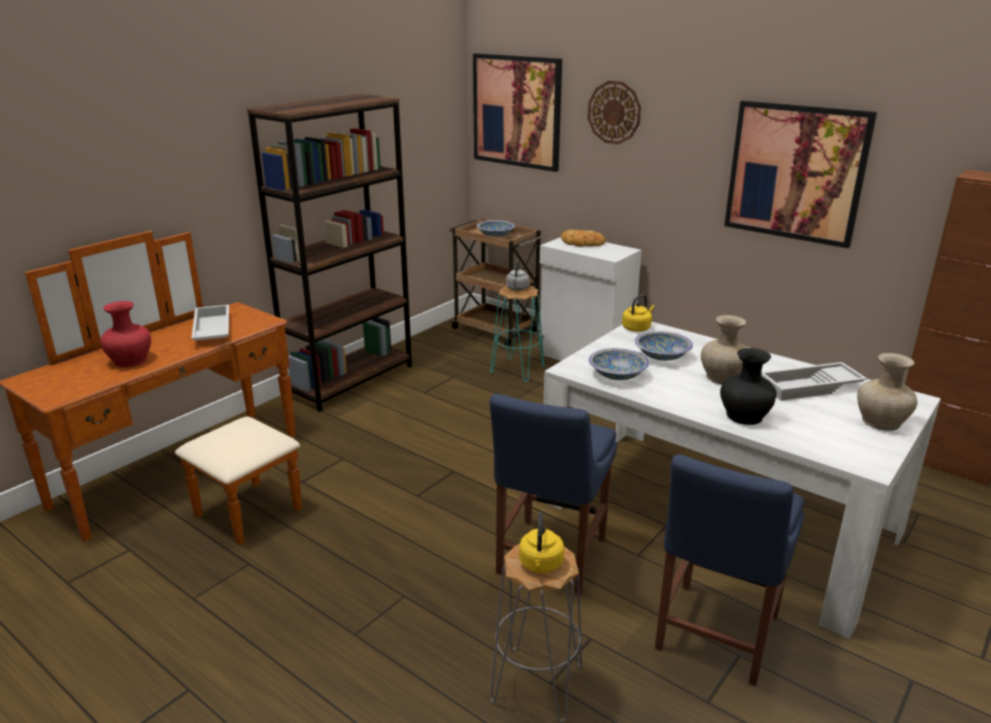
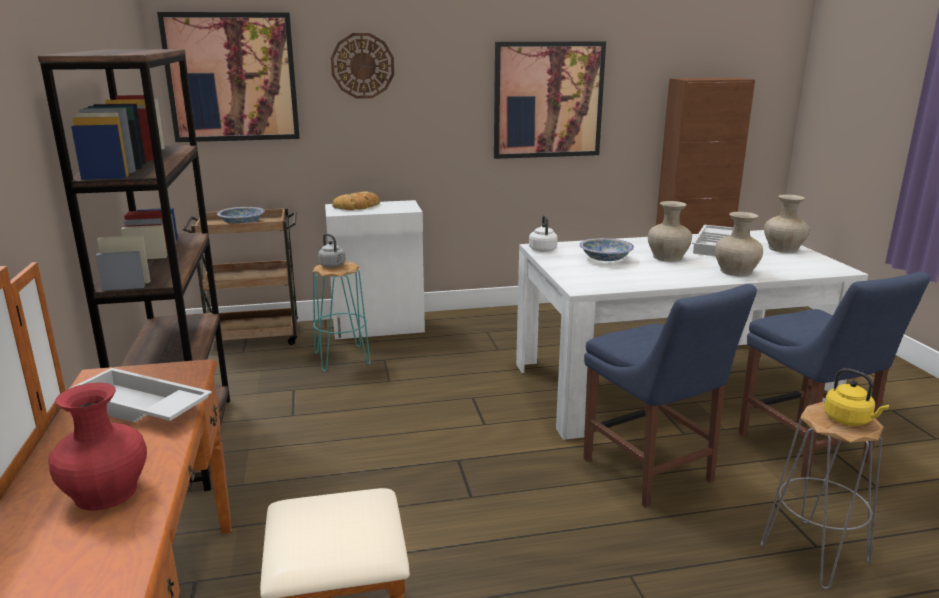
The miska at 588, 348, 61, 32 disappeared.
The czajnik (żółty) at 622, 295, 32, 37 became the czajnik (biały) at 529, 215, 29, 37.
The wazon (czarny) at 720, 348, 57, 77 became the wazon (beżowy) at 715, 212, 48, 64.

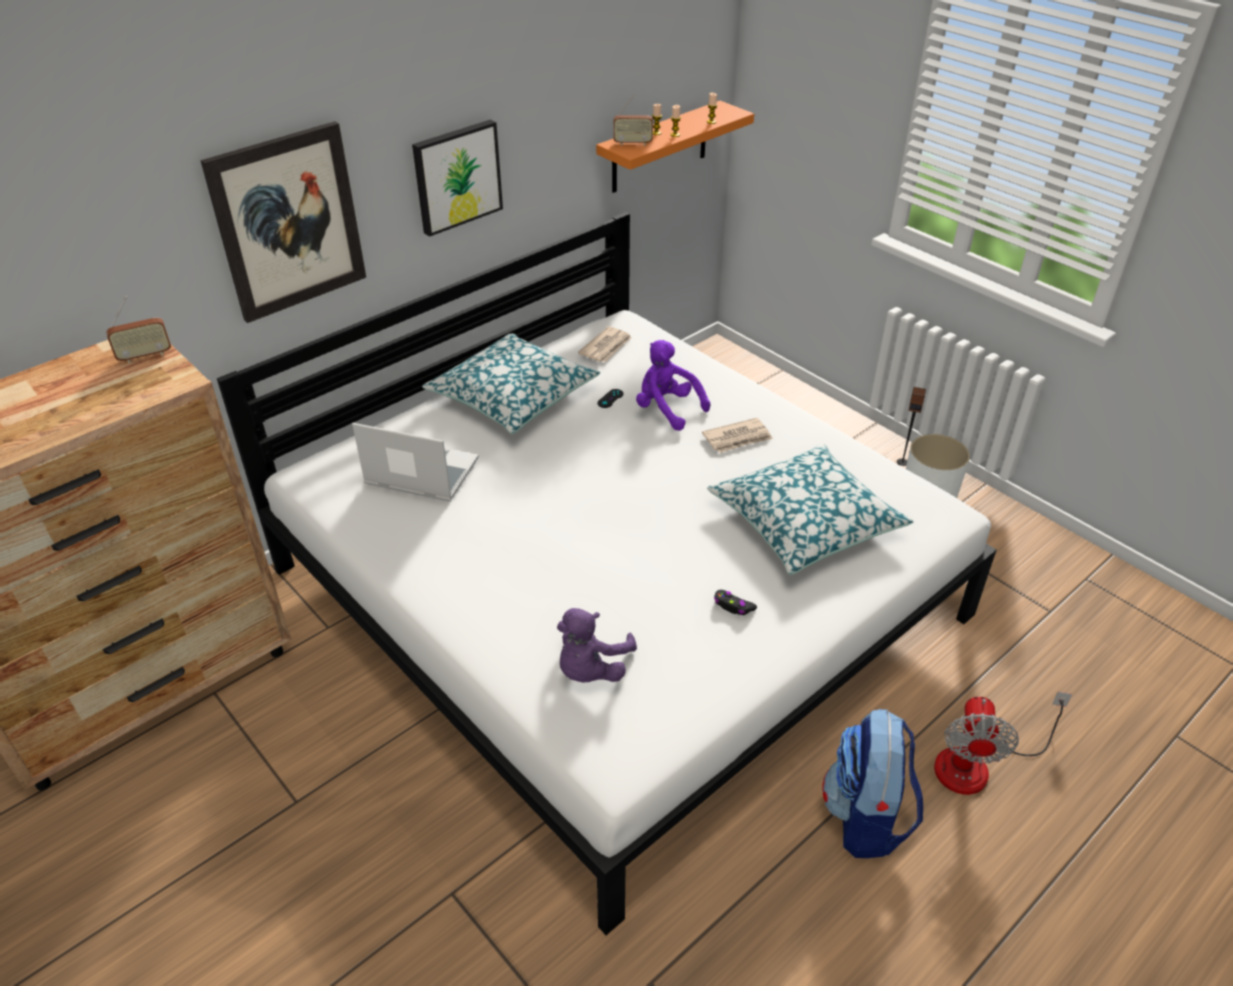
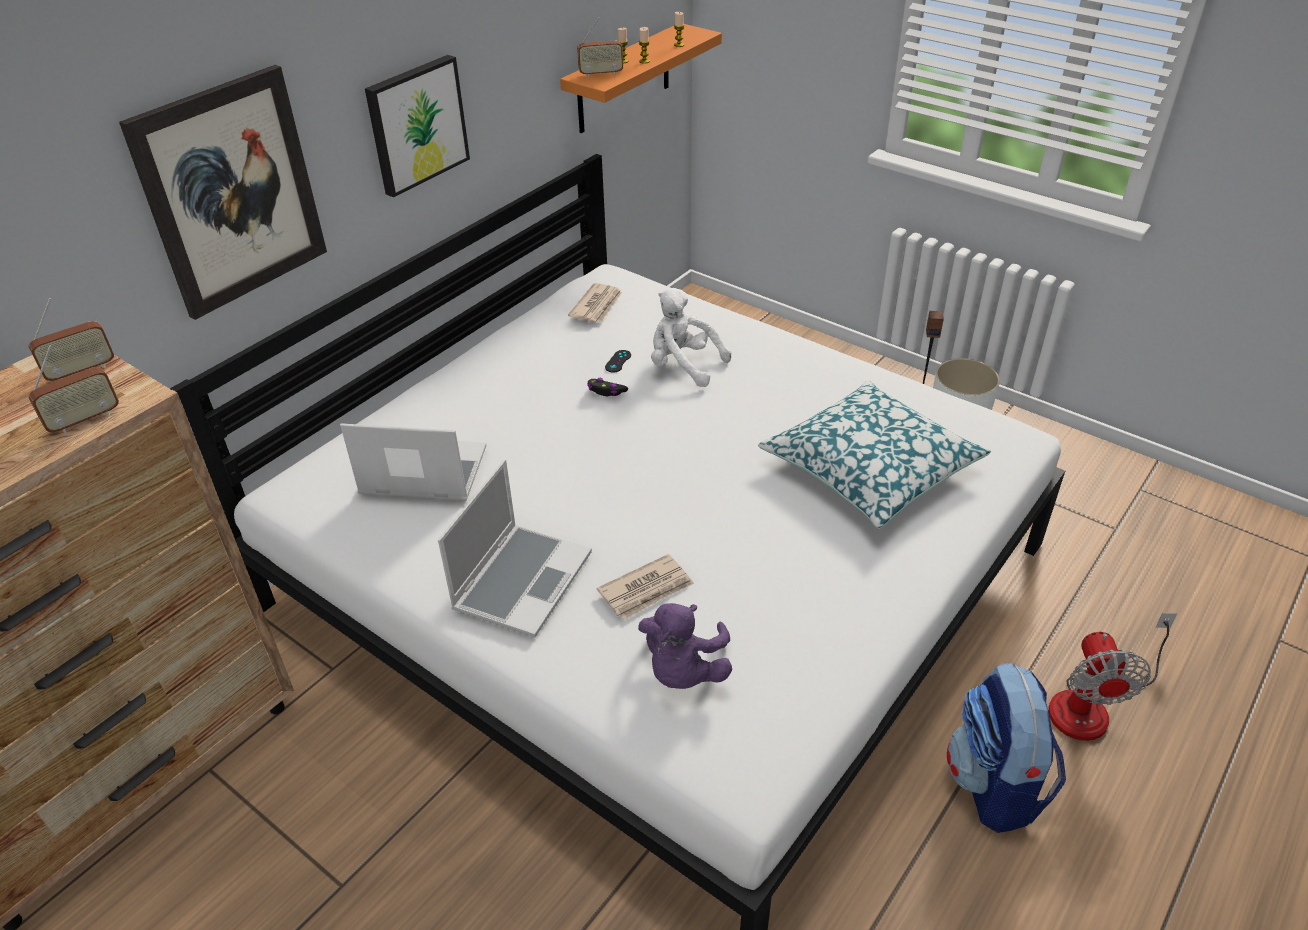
The poduszka at 422, 333, 178, 101 disappeared.
The radio at 29, 345, 90, 88 appeared.
The laptop at 438, 460, 154, 177 appeared.
The gazeta moved from 702, 418, 71, 35 to 597, 554, 97, 66.
The pad do gier (czarny) moved from 714, 590, 43, 25 to 587, 378, 41, 18.
The pluszak (fioletowy) at 636, 340, 74, 91 became the pluszak (biały) at 651, 288, 80, 99.

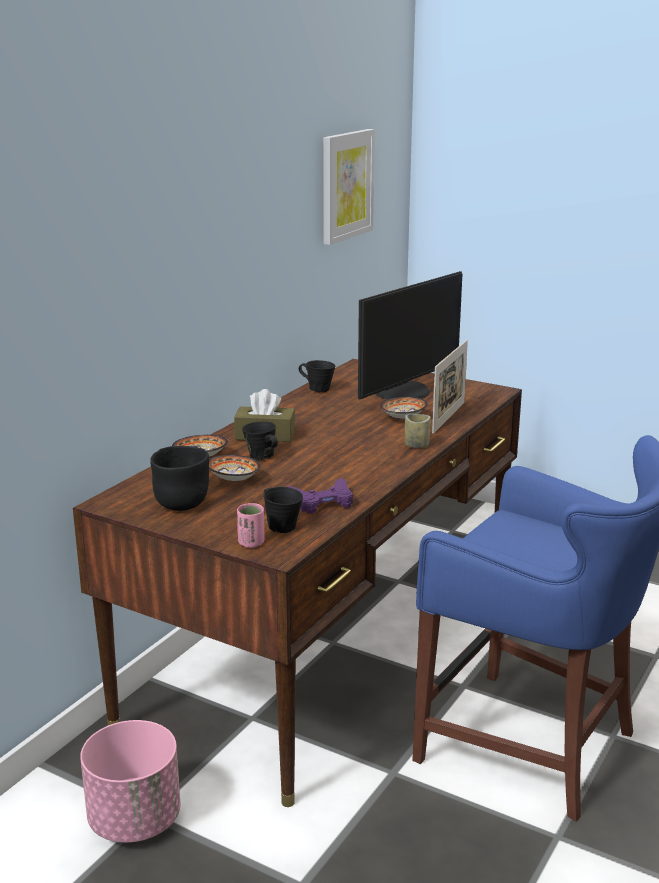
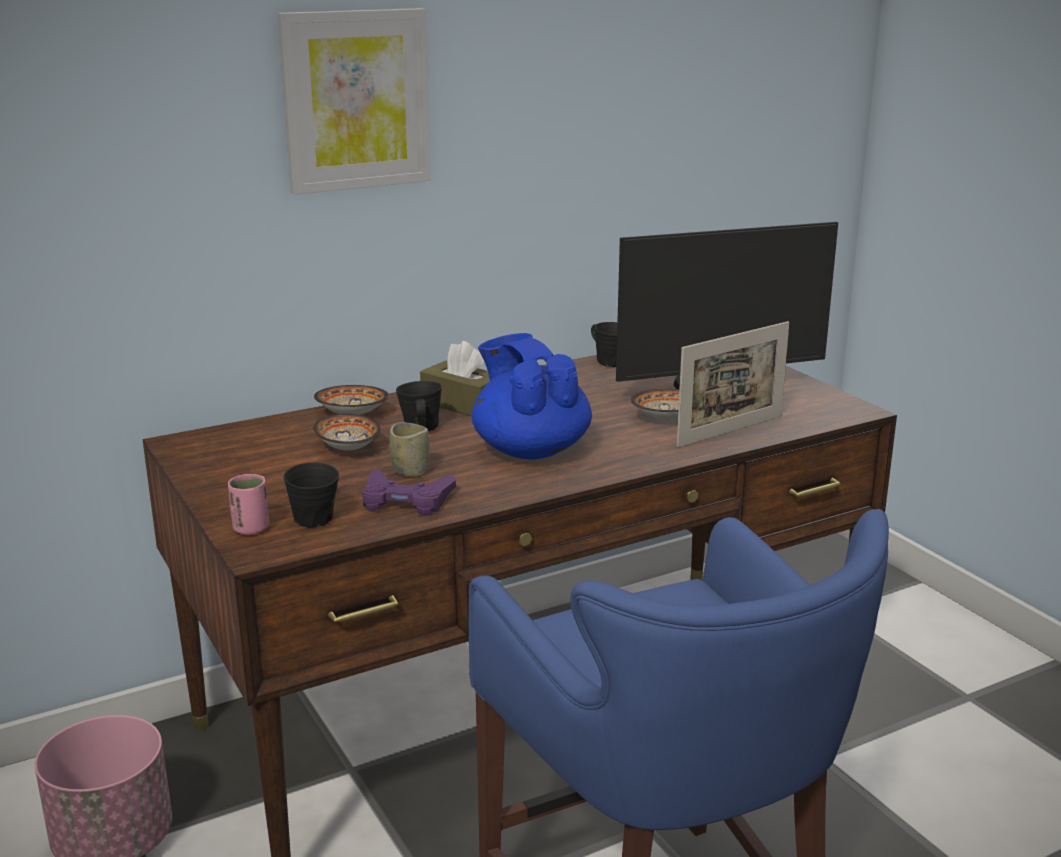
The miska (czarny) at 150, 446, 59, 65 disappeared.
The imbryk (niebieski) at 472, 333, 120, 127 appeared.
The obraz moved from 323, 129, 52, 116 to 278, 8, 153, 186.
The filiżanka moved from 405, 414, 26, 34 to 390, 422, 40, 55.

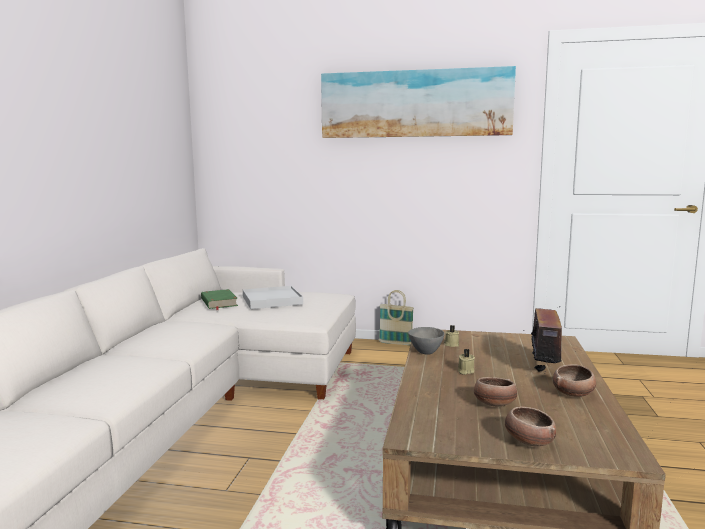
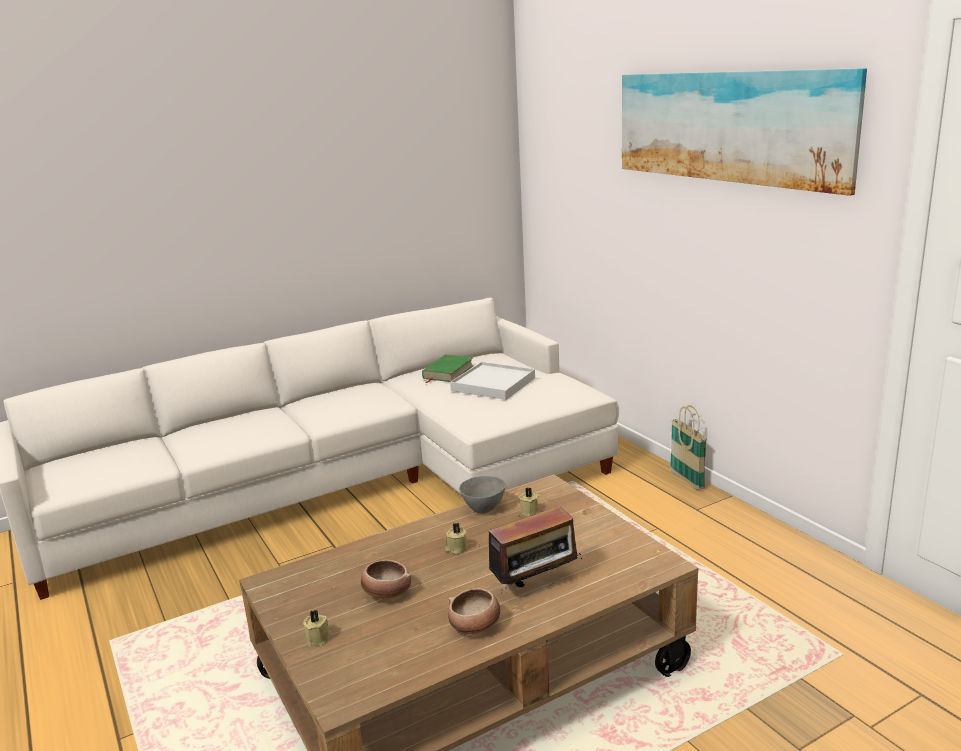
The miska at 505, 407, 51, 39 was replaced by the świeca (beżowy) at 303, 610, 29, 37.

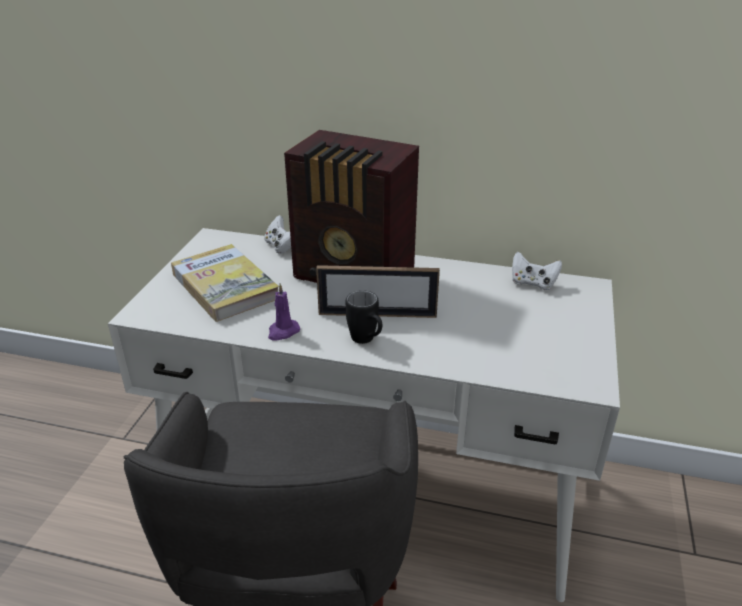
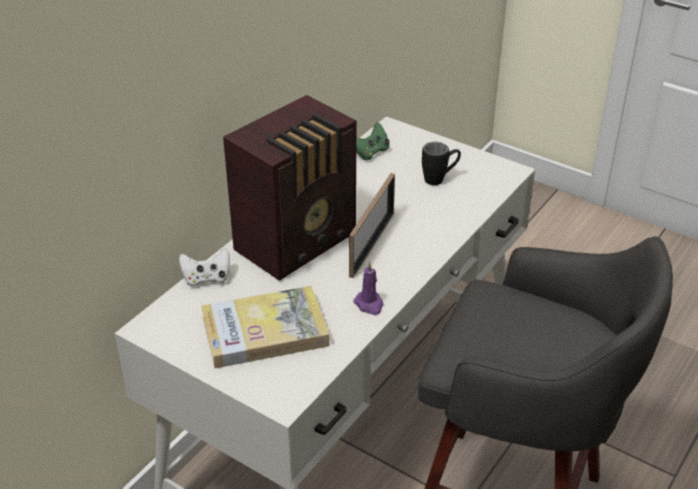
The kubek (czarny) moved from 346, 290, 36, 54 to 422, 142, 39, 43.
The pad do gier (biały) at 512, 252, 50, 38 became the pad do gier (zielony) at 356, 122, 33, 38.

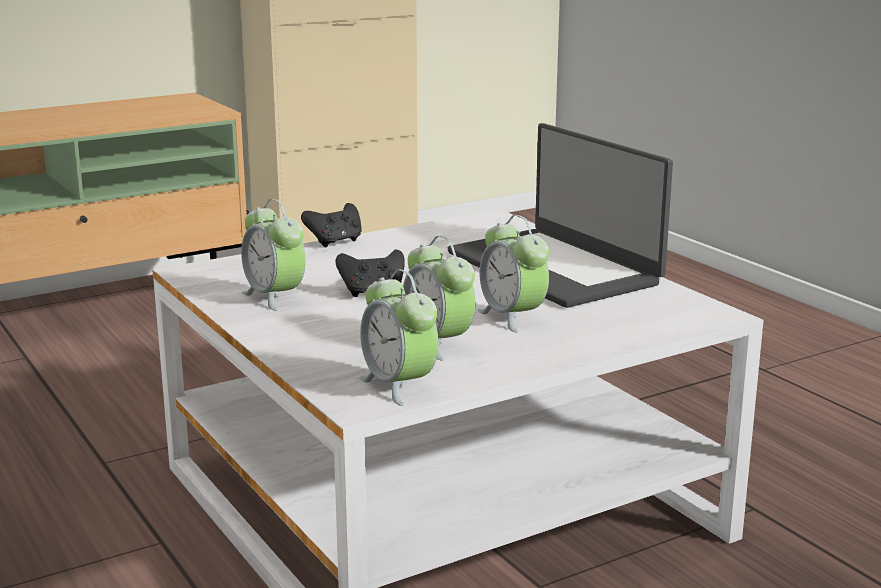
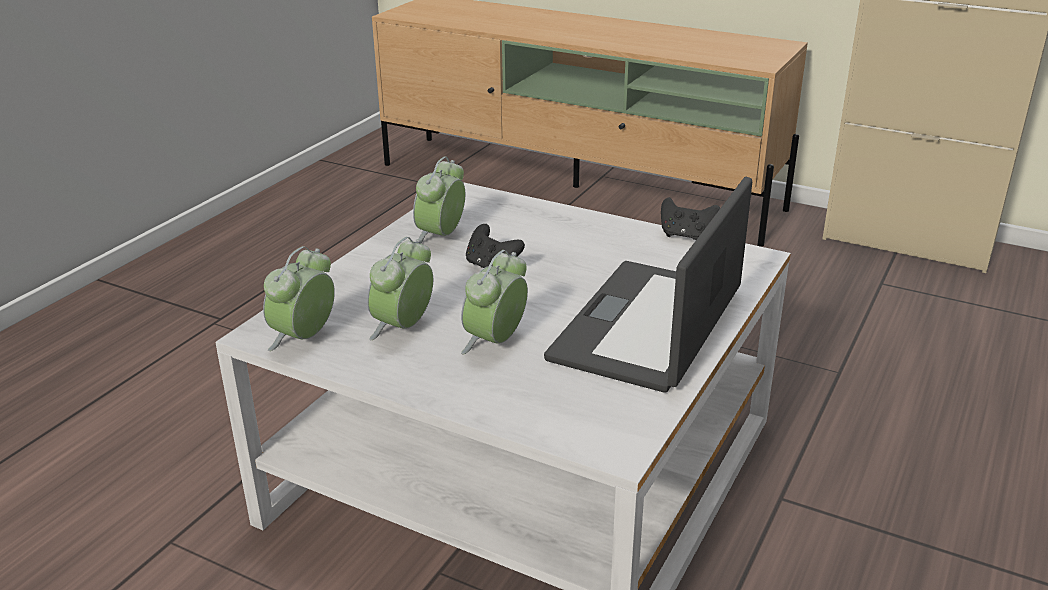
The pad do gier (czarny) moved from 301, 203, 61, 44 to 661, 197, 59, 43.

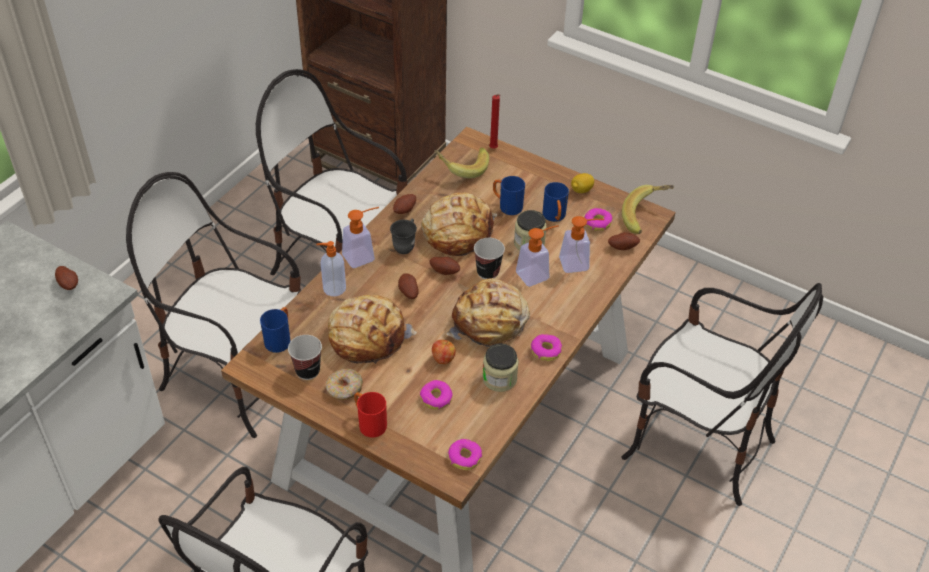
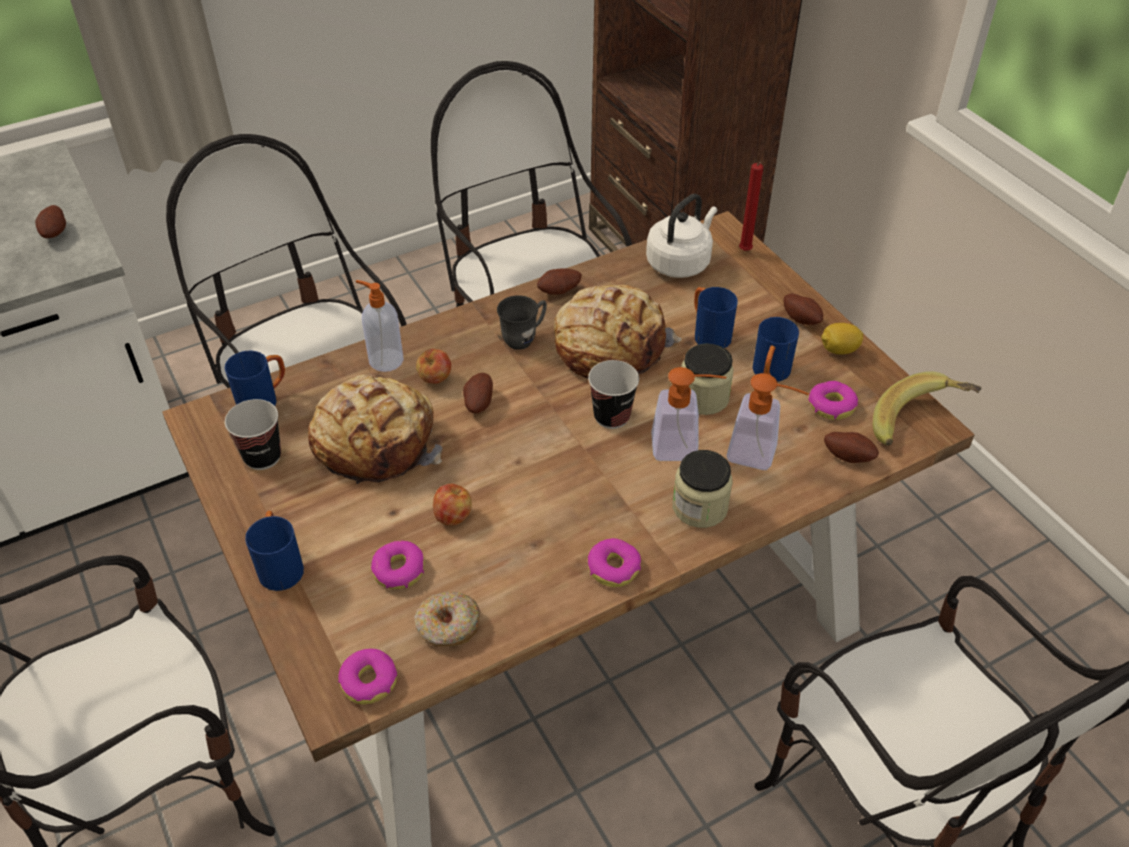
The dozownik mydła at 342, 207, 37, 61 disappeared.
The chleb at 446, 278, 84, 69 disappeared.
The jabłko at 416, 349, 35, 35 appeared.
The donut moved from 326, 369, 37, 31 to 414, 592, 66, 54.
The ziemniak moved from 430, 257, 30, 18 to 783, 294, 40, 31.
The słoik moved from 482, 343, 37, 49 to 673, 450, 60, 78.
The banan at 434, 147, 55, 31 was replaced by the czajnik (biały) at 646, 194, 71, 84.
The kubek (czerwony) at 354, 392, 33, 46 became the kubek (niebieski) at 245, 511, 59, 80.

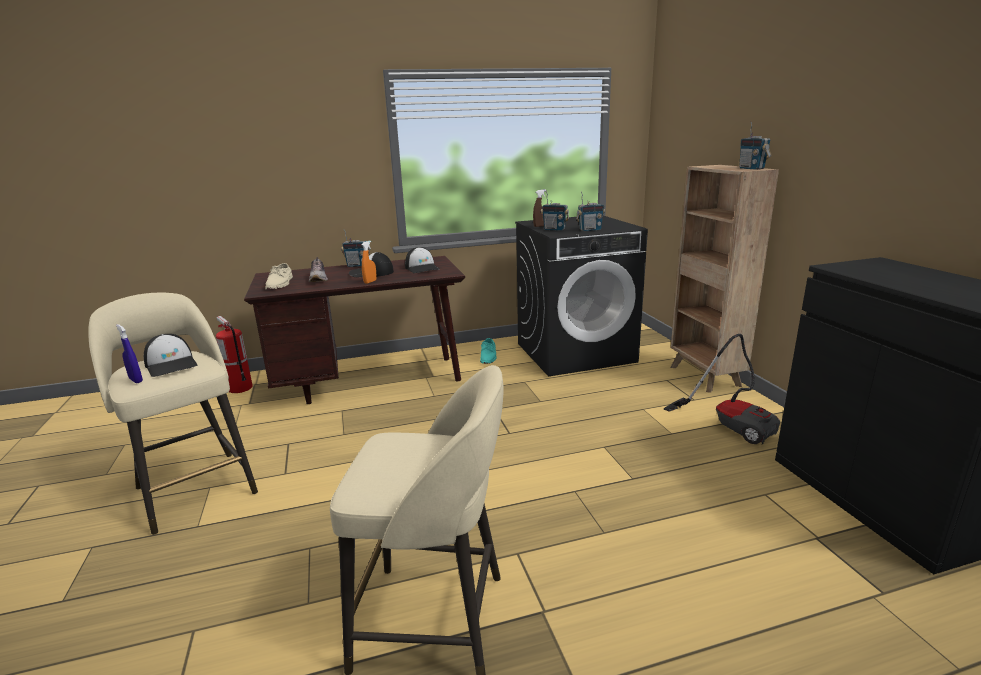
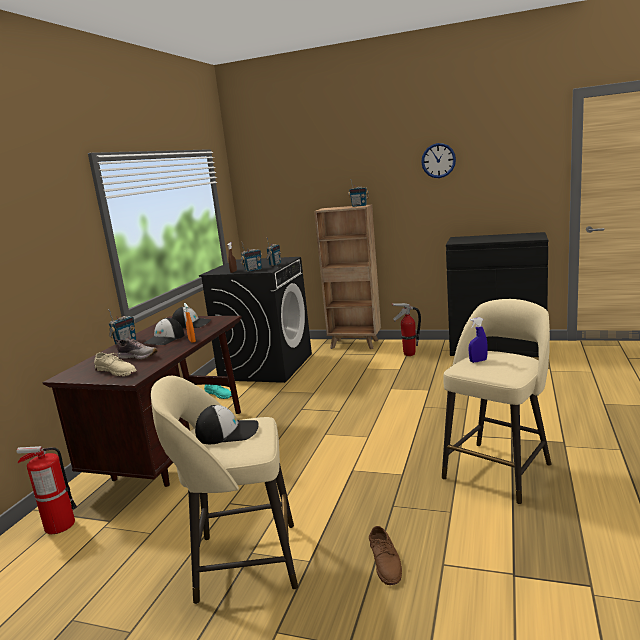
The but (brązowy) at 369, 526, 33, 59 appeared.
The zegar ścienny at 421, 143, 35, 35 appeared.
The spryskiwacz (niebieski) moved from 116, 324, 27, 59 to 469, 317, 19, 46.
The odkurzacz at 663, 334, 117, 110 was replaced by the gaśnica at 391, 303, 30, 53.

